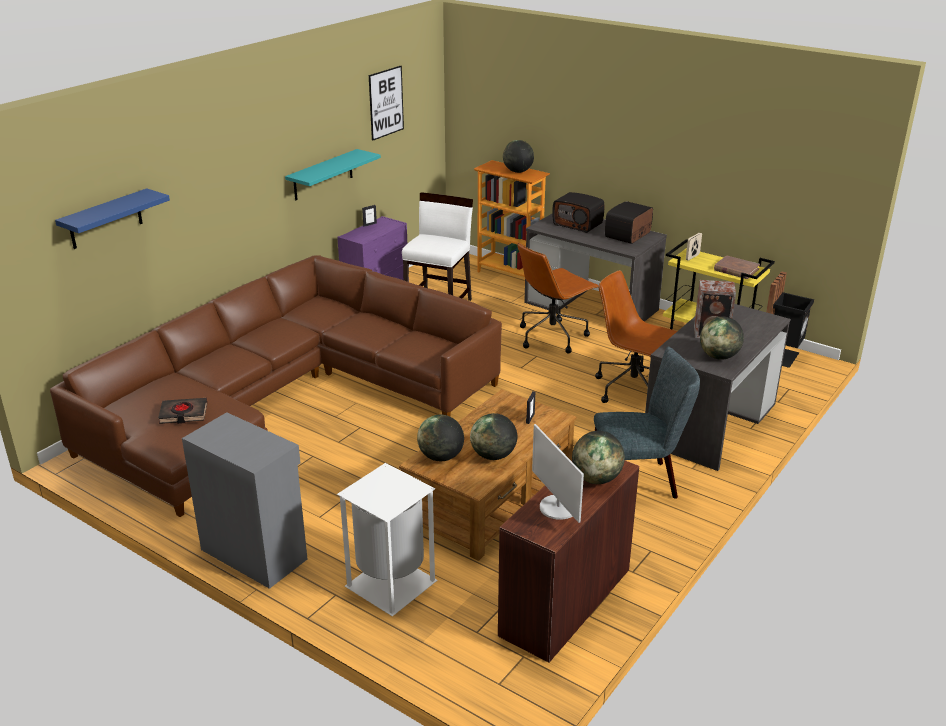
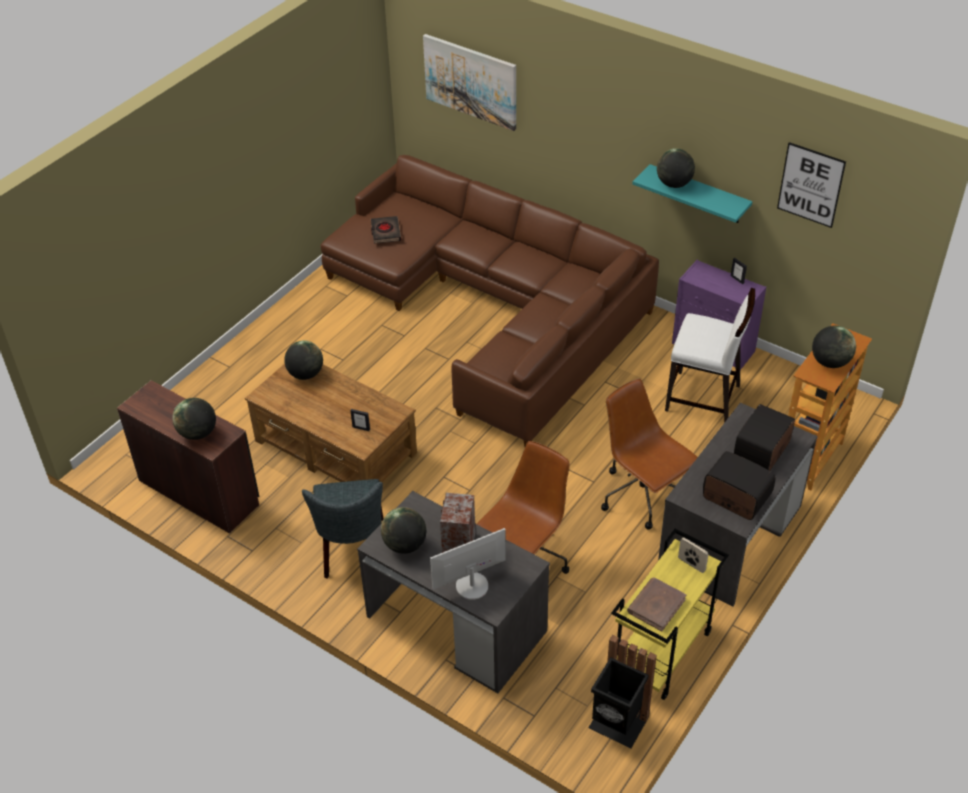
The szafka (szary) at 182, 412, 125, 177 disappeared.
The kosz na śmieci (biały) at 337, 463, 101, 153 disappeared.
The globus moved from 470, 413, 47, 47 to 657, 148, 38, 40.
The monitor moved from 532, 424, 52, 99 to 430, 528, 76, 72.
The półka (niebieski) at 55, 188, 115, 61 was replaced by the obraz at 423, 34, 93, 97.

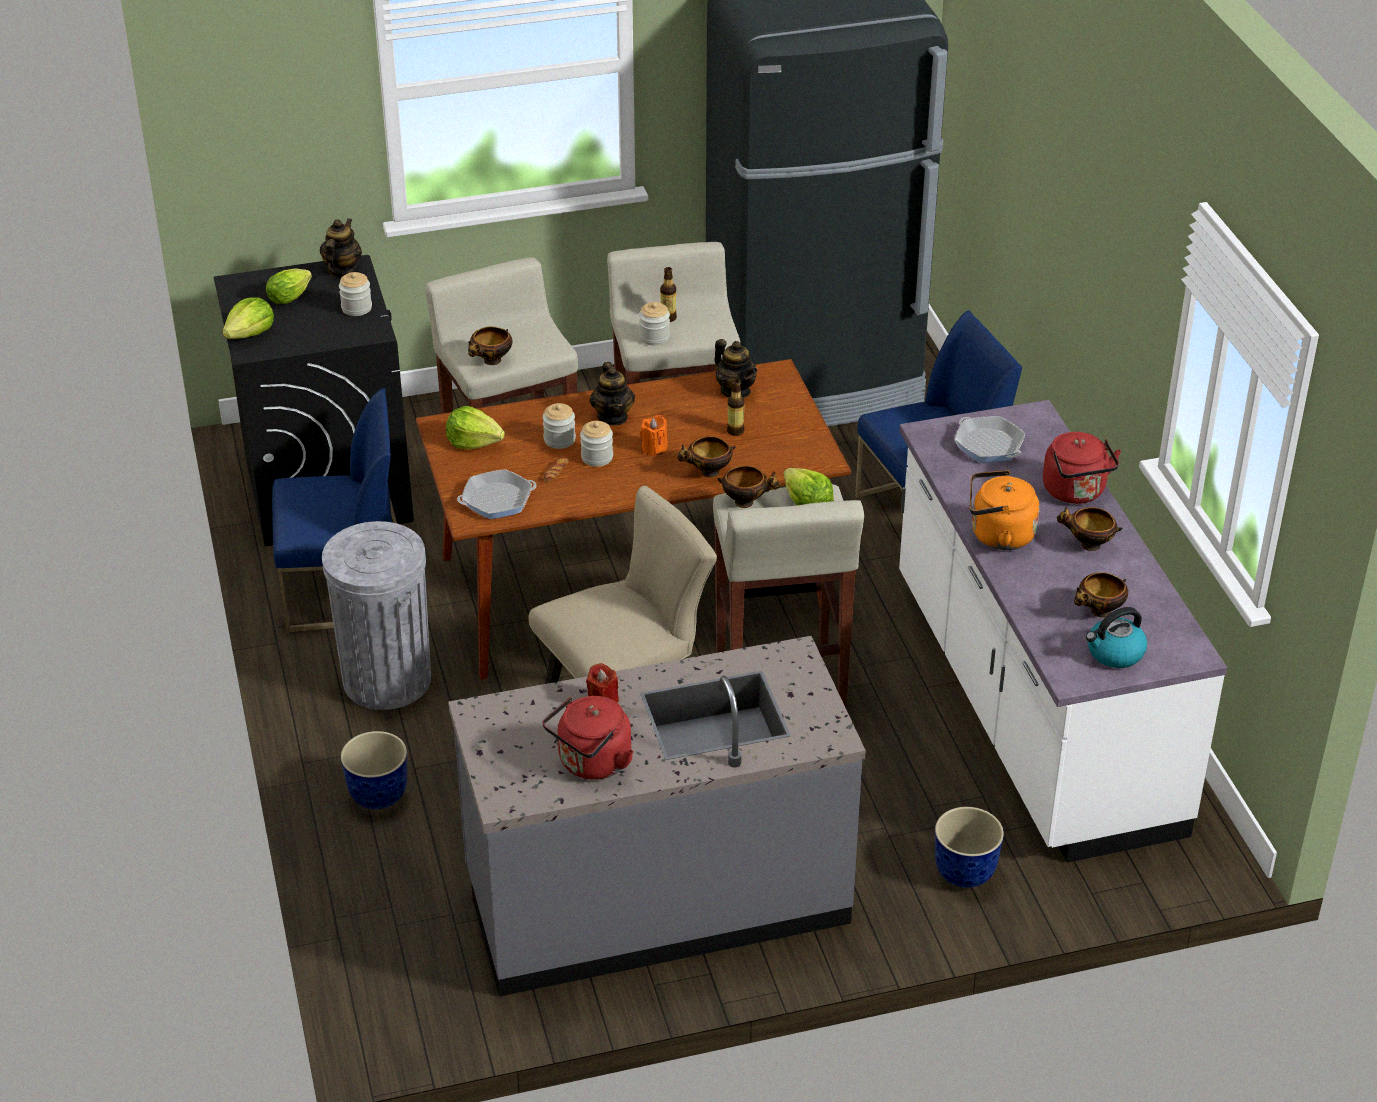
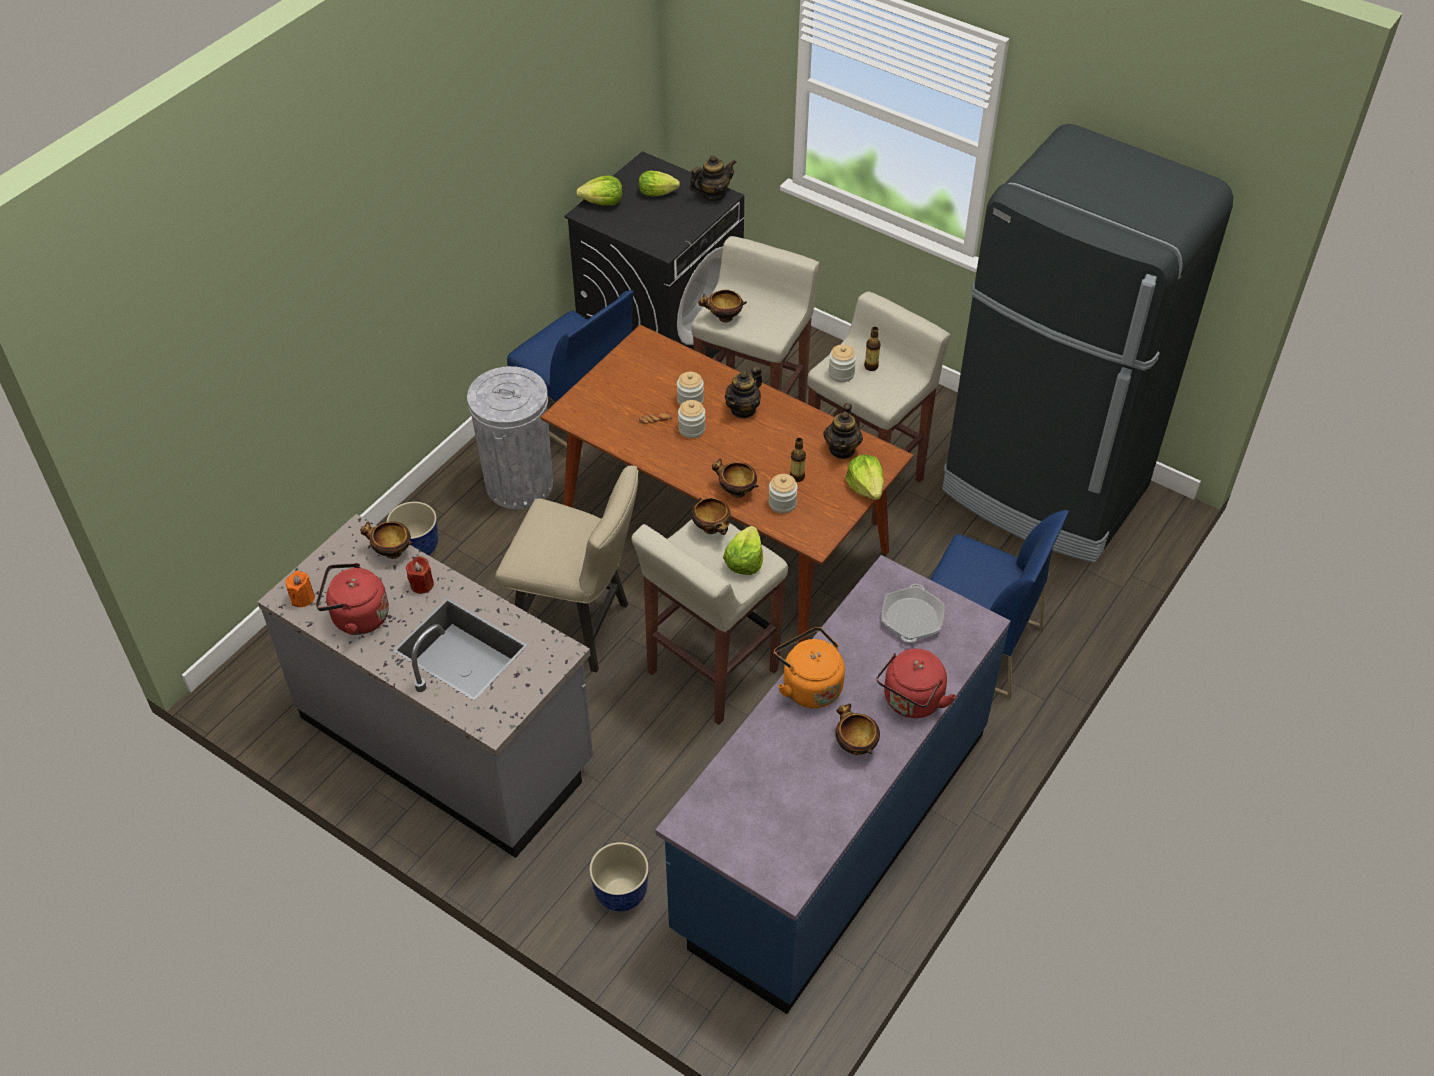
The patelnia at 457, 469, 80, 50 disappeared.
The czajnik at 1086, 607, 61, 61 disappeared.
The słoik moved from 339, 272, 33, 44 to 769, 474, 29, 39.
The sałata moved from 446, 406, 59, 43 to 846, 455, 38, 45.
The świeca (pomarańczowy) moved from 640, 415, 28, 41 to 285, 571, 30, 36.
The miska moved from 1074, 572, 54, 45 to 360, 521, 53, 38.
The zabudowa kuchenna (biały) at 899, 400, 328, 463 became the zabudowa kuchenna (niebieski) at 655, 555, 356, 459.

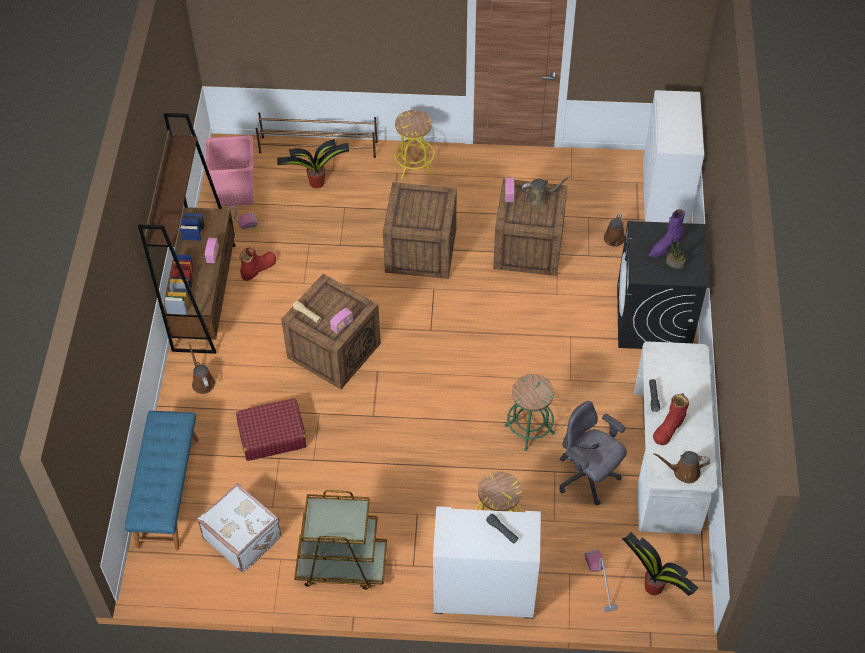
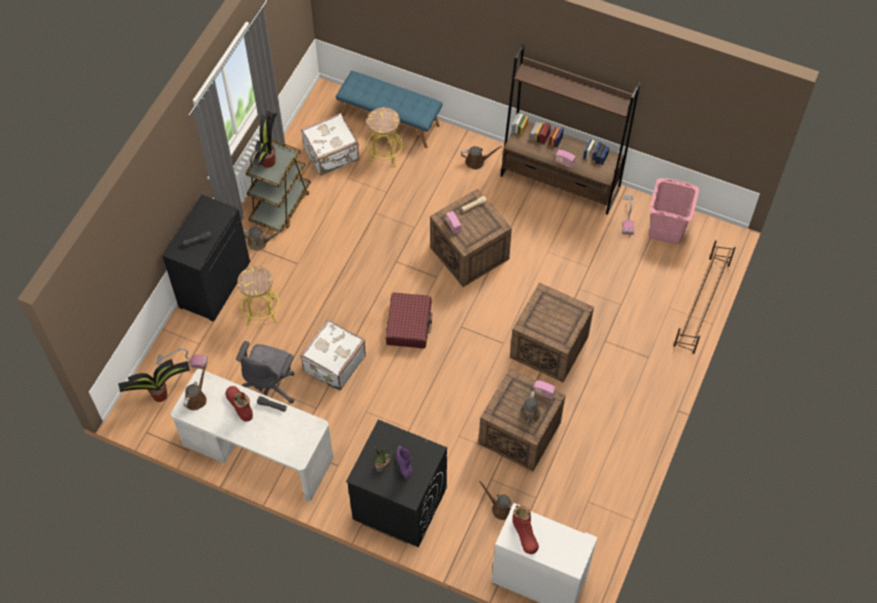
The konewka (brązowy) at 243, 227, 40, 24 appeared.
The walizka (czerwony) moved from 236, 398, 70, 63 to 386, 292, 46, 57.
The but z cholewką (czerwony) moved from 239, 247, 37, 34 to 512, 505, 27, 49.
The roślina doniczkowa moved from 277, 139, 72, 49 to 252, 110, 25, 58.
The stołek (żółty) moved from 394, 110, 40, 70 to 366, 107, 37, 61.
The stołek (zielony) at 505, 374, 50, 77 was replaced by the walizka (biały) at 300, 319, 66, 72.
The szafka (biały) at 433, 506, 108, 113 became the szafka (czarny) at 162, 195, 88, 126.
The krzesło biurowe (szary) at 559, 401, 68, 104 turned 135 degrees clockwise.

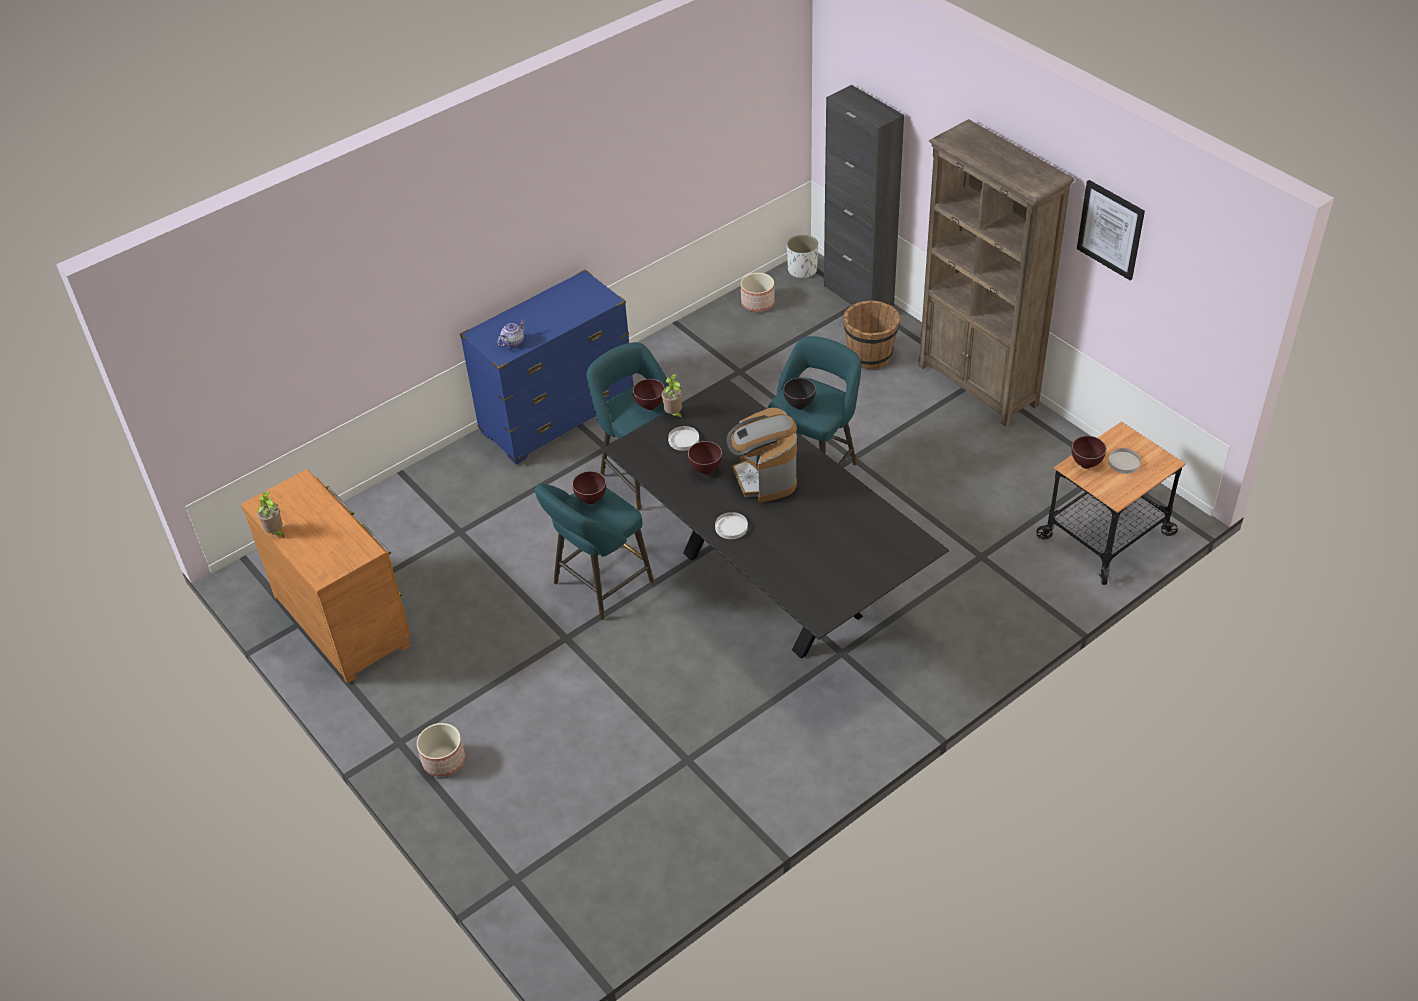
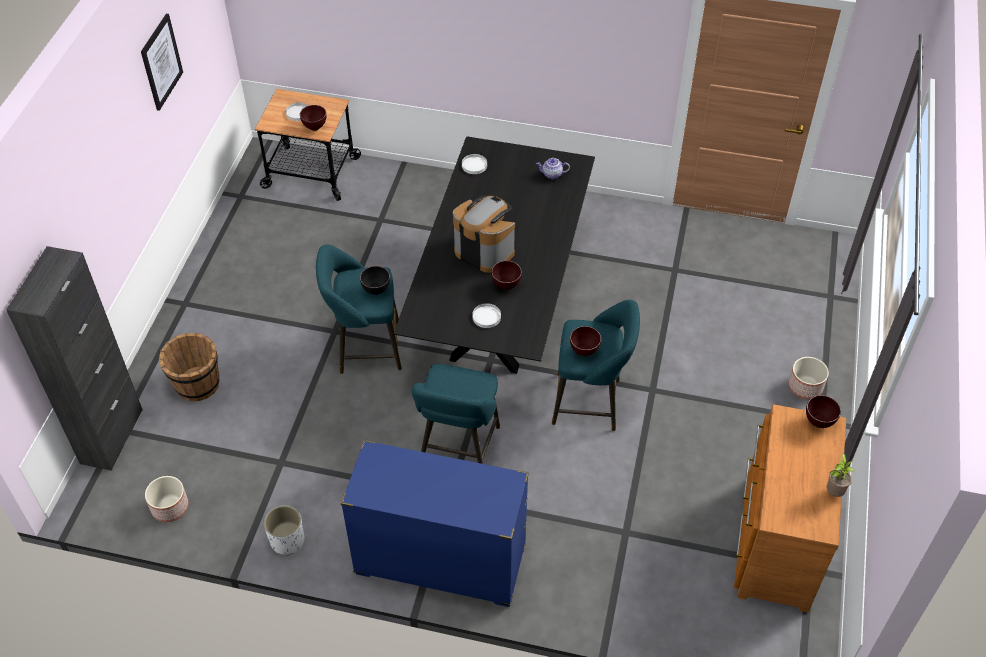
The roślina doniczkowa at 662, 374, 20, 45 disappeared.
The regał (brązowy) at 918, 119, 156, 308 disappeared.
The imbryk moved from 498, 320, 27, 28 to 536, 158, 34, 21.
The miska (brązowy) moved from 633, 379, 32, 31 to 806, 395, 35, 33.
The talerz (biały) moved from 715, 512, 33, 27 to 462, 154, 25, 20.
The donica (biały) moved from 787, 235, 31, 43 to 264, 505, 40, 50.
The ekspres do kawy at 727, 408, 70, 95 turned 90 degrees counterclockwise.

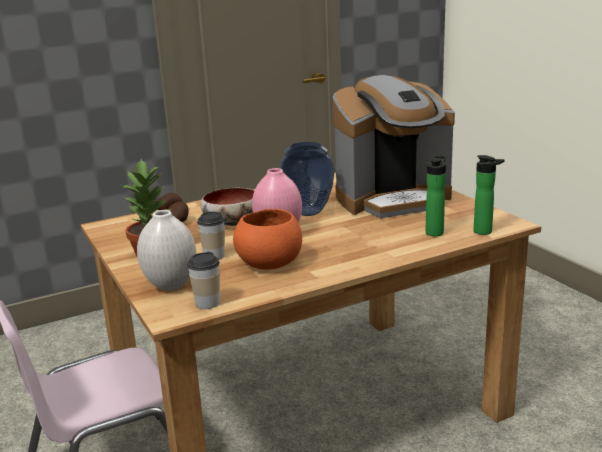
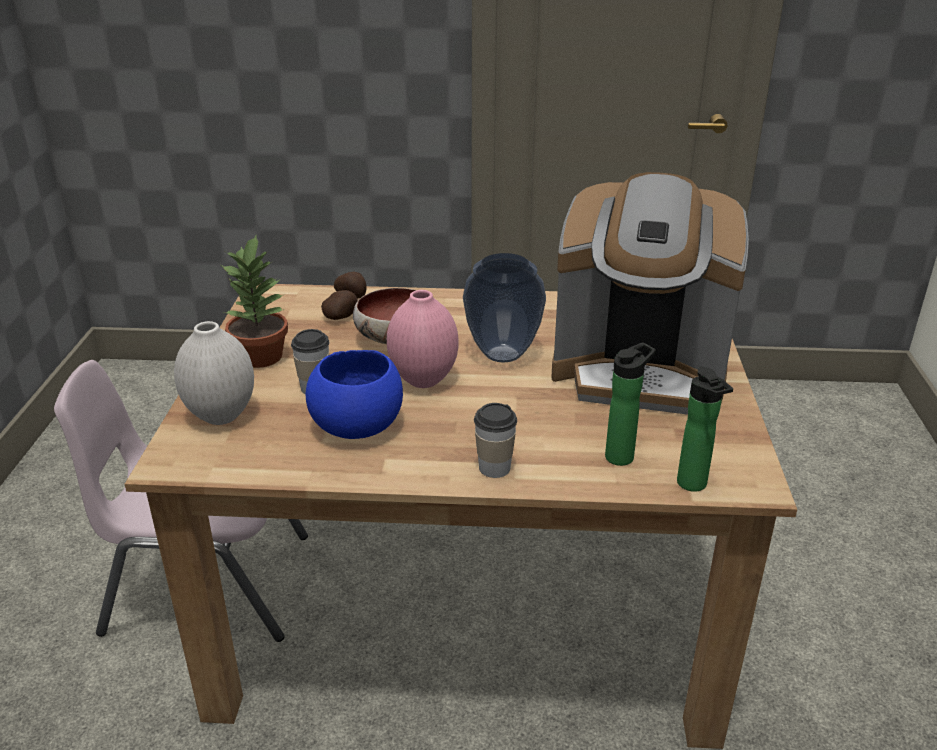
The filiżanka moved from 187, 252, 33, 57 to 474, 403, 43, 75.
The miska (pomarańczowy) at 233, 209, 69, 60 became the miska (niebieski) at 305, 350, 98, 89.

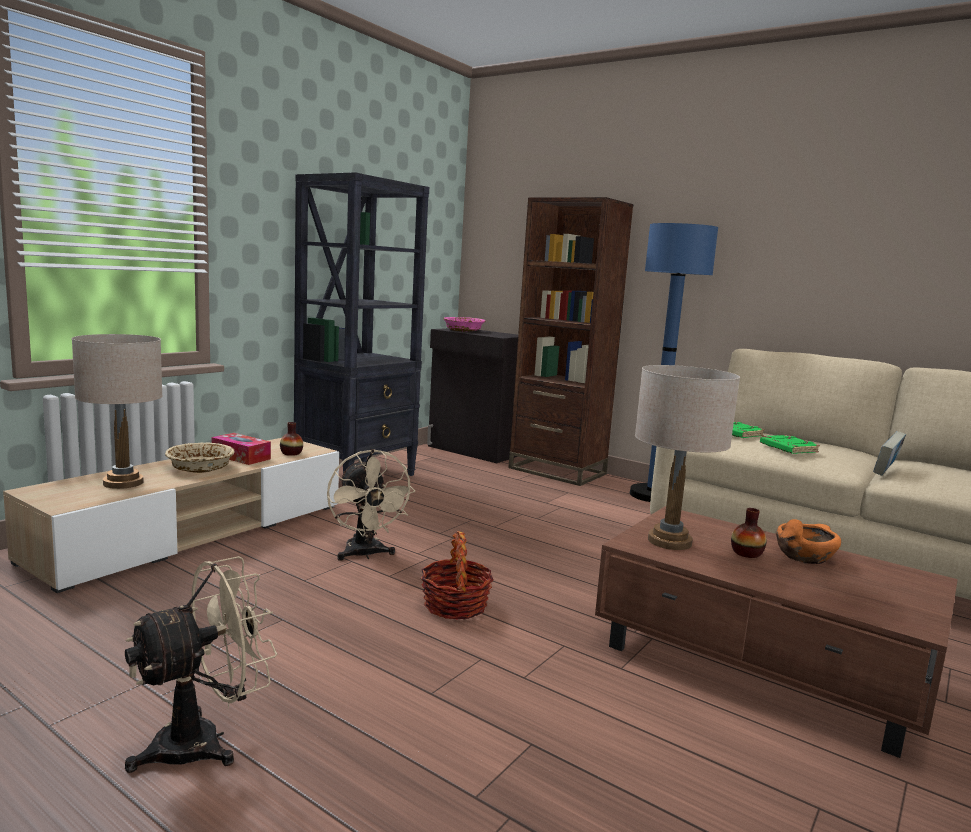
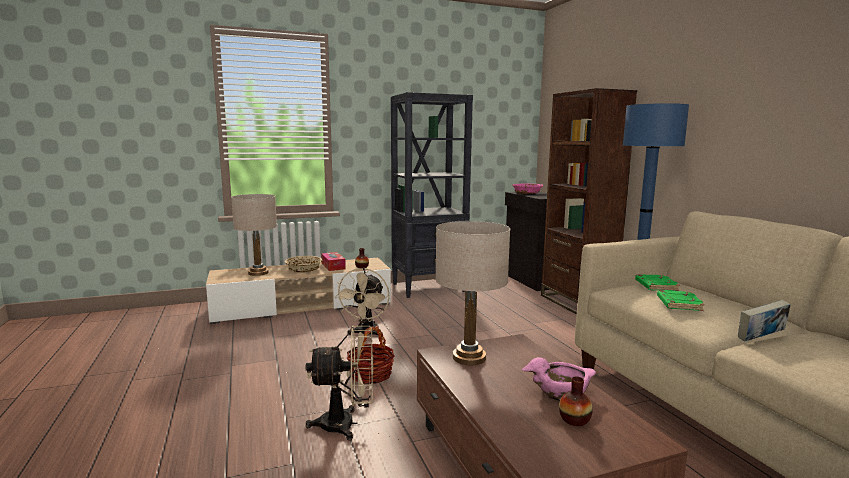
The wentylator (beżowy) moved from 125, 556, 152, 217 to 306, 325, 67, 116.
The wazon moved from 731, 508, 36, 50 to 559, 376, 34, 50.
The miska (pomarańczowy) at 776, 519, 65, 45 became the miska (różowy) at 522, 357, 74, 44.

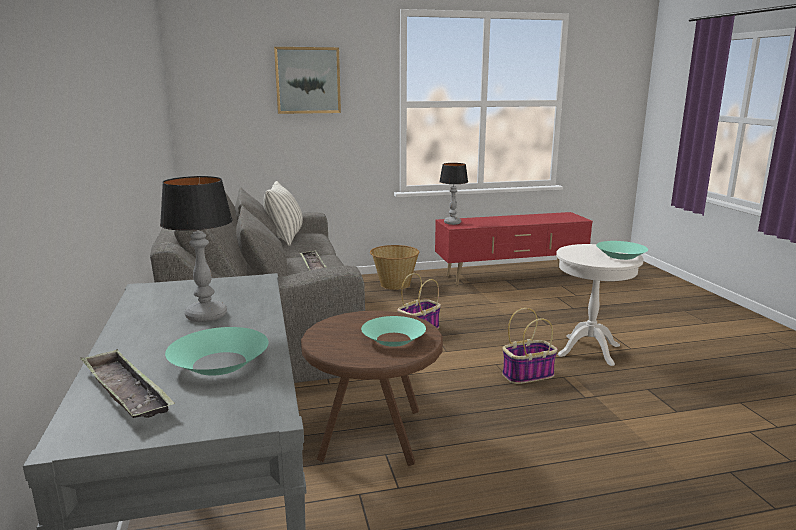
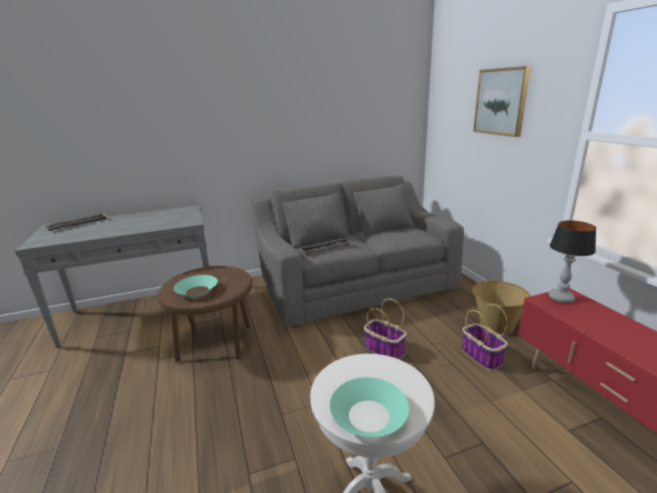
The lampa stołowa at 160, 176, 73, 146 disappeared.
The miska (turkusowy) at 165, 327, 103, 49 disappeared.
The poduszka at 263, 181, 40, 65 disappeared.
The koszyk moved from 502, 308, 56, 76 to 461, 304, 47, 67.

